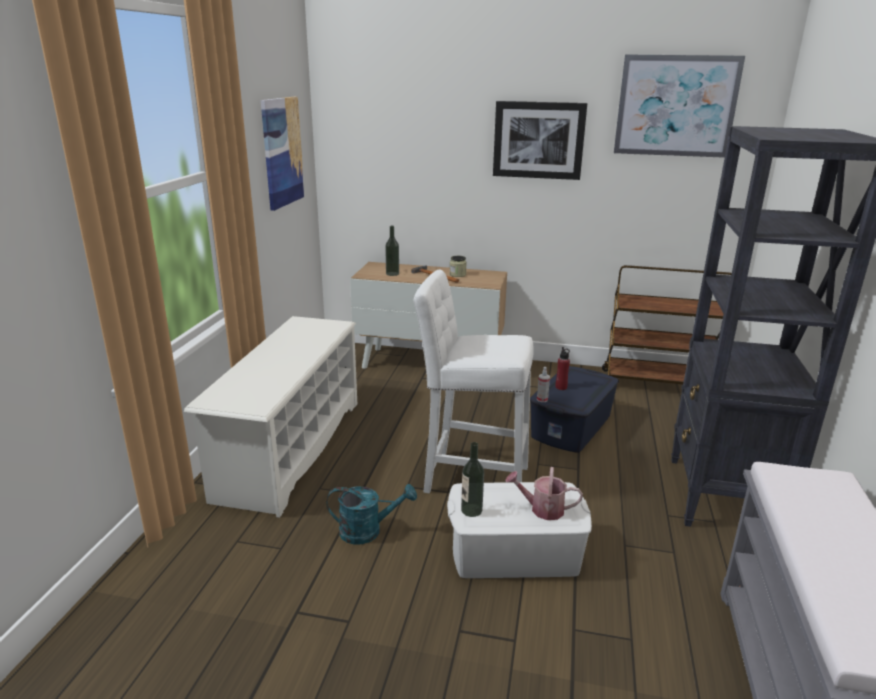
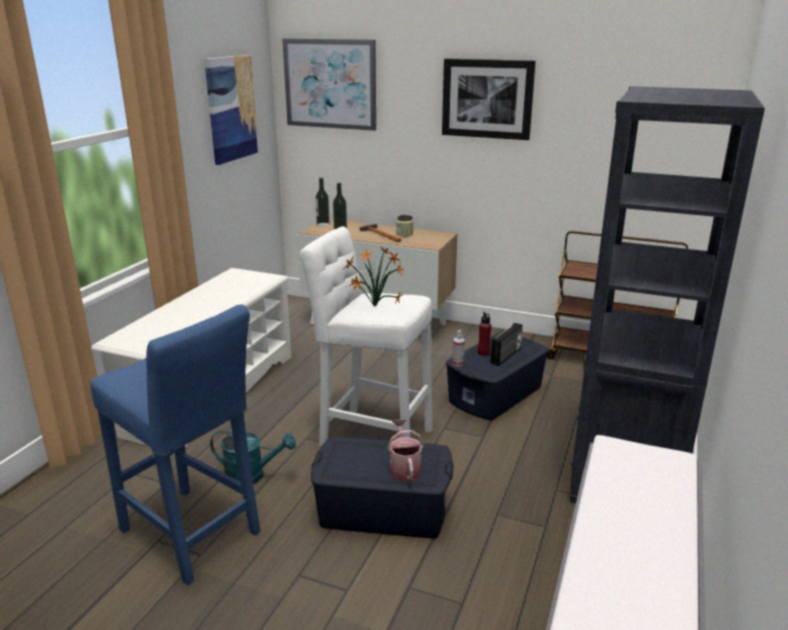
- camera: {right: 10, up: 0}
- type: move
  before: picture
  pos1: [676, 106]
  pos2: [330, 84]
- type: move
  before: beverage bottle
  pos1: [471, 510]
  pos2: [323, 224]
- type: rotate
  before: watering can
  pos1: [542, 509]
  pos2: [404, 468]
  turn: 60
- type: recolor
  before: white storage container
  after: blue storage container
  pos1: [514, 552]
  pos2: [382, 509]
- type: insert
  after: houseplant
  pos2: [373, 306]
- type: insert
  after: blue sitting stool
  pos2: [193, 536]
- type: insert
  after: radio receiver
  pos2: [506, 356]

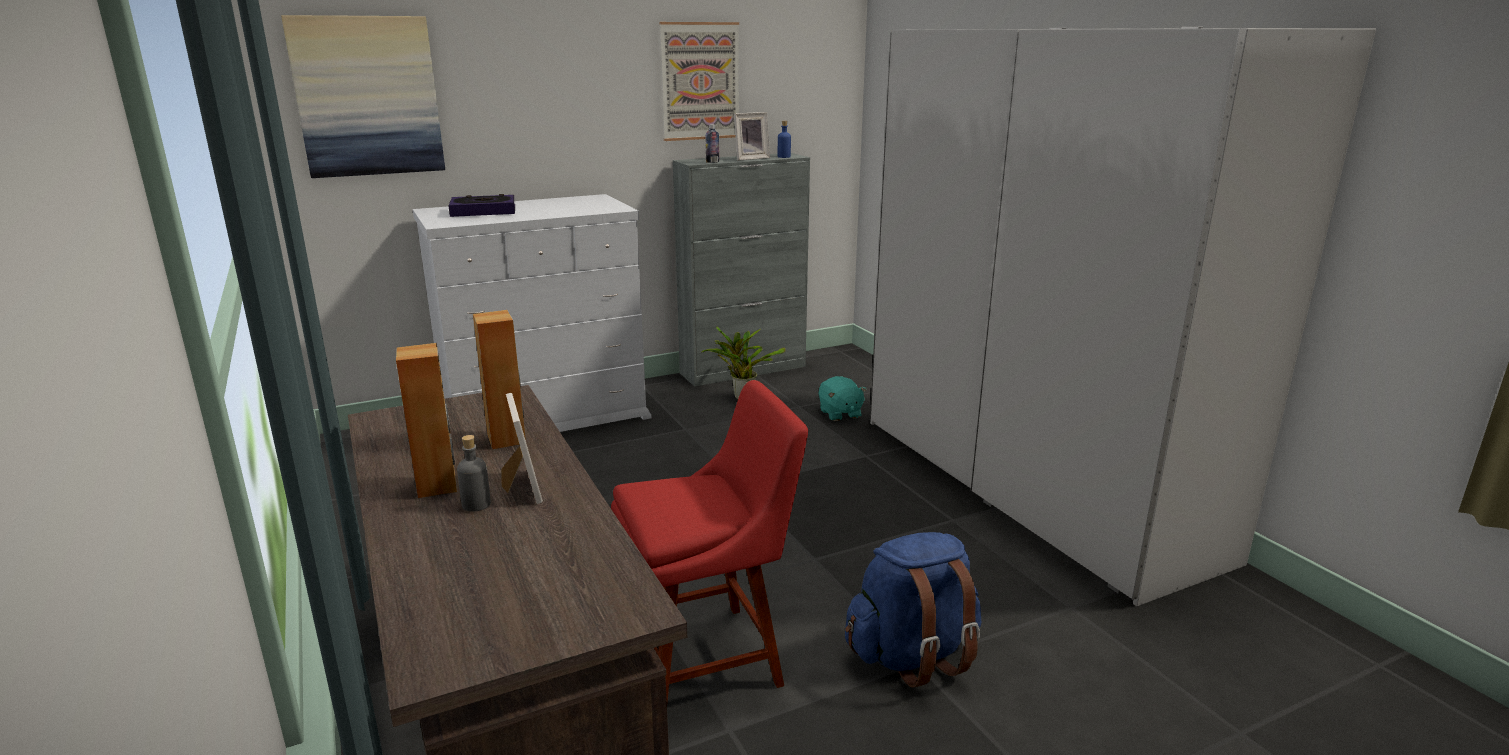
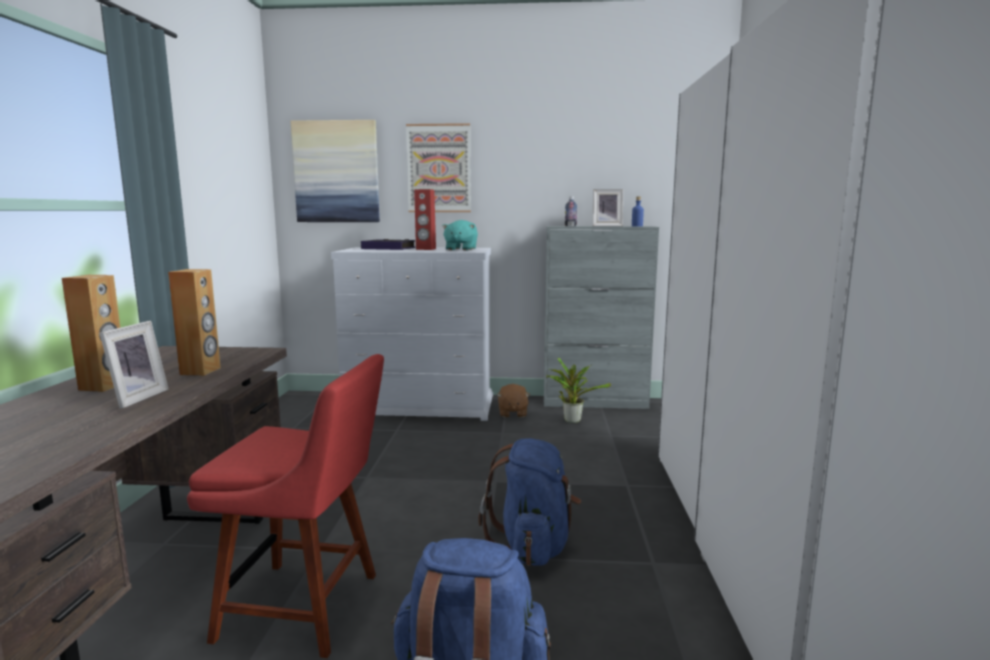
- camera: {right: 30, up: -10}
- type: move
  before: picture
  pos1: [700, 81]
  pos2: [439, 168]
- type: move
  before: turquoise-coloured plush toy
  pos1: [840, 413]
  pos2: [460, 249]
- type: delete
  before: gray beverage bottle
  pos1: [476, 504]
- type: insert
  after: red-coloured loudspeaker
  pos2: [426, 249]
- type: insert
  after: brown-coloured plush toy
  pos2: [512, 413]
- type: insert
  after: blue backpack
  pos2: [533, 545]

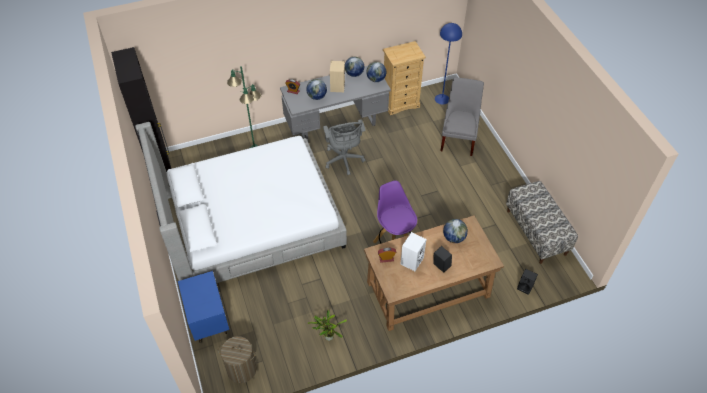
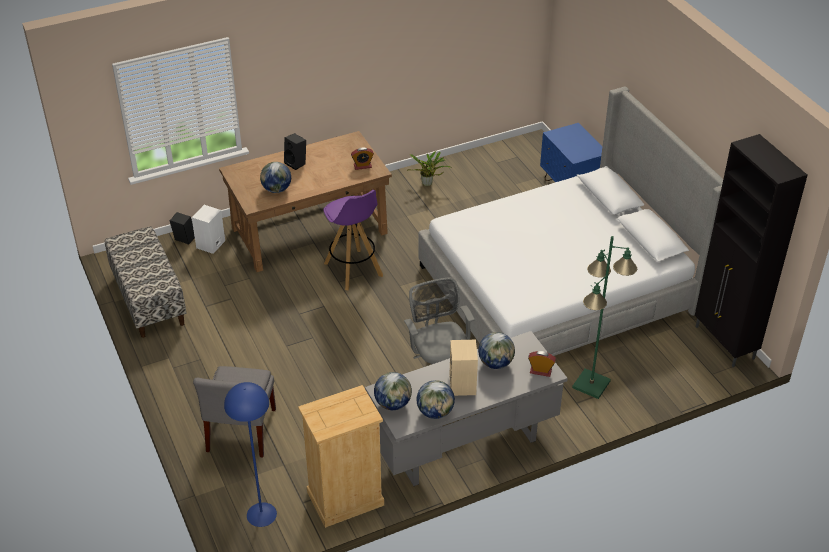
- camera: {right: 175, up: -10}
- type: move
  before: white loudspeaker
  pos1: [411, 260]
  pos2: [211, 245]
- type: delete
  before: hamper
  pos1: [241, 369]

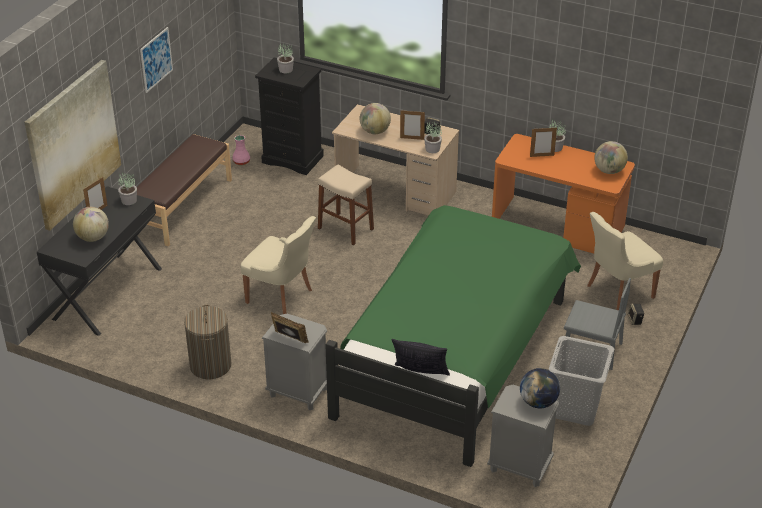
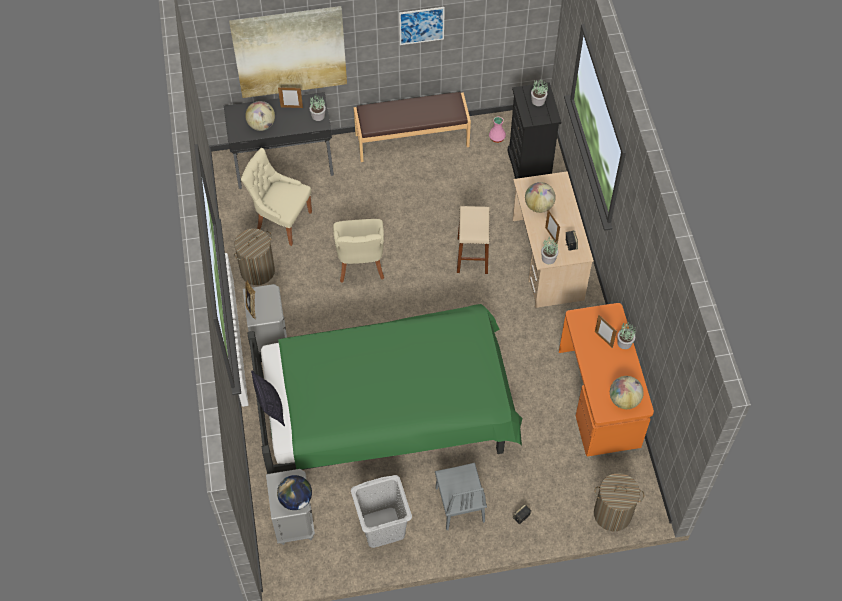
- camera: {right: 55, up: 20}
- type: move
  before: beige plain chair
  pos1: [618, 292]
  pos2: [282, 221]
- type: insert
  after: hamper
  pos2: [612, 513]

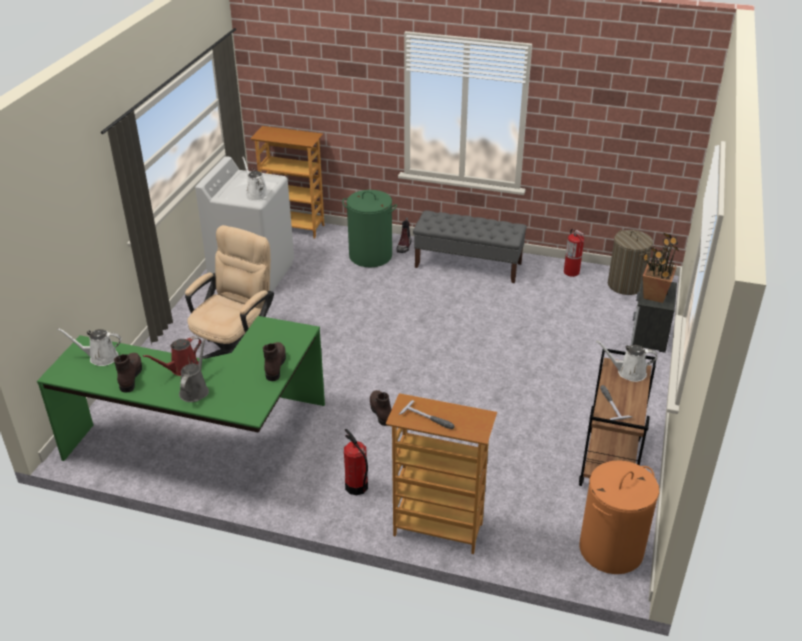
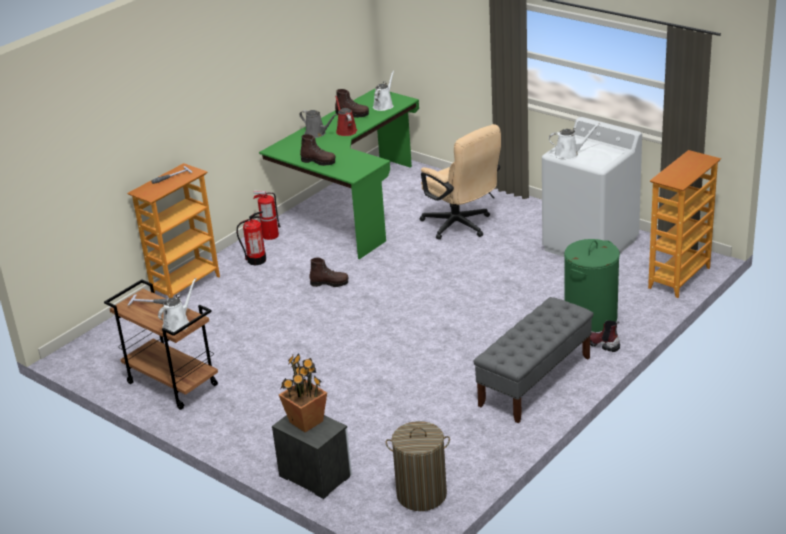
- camera: {right: 115, up: -5}
- type: move
  before: fire-fighting cylinder
  pos1: [571, 272]
  pos2: [270, 236]
- type: delete
  before: orangey hamper
  pos1: [611, 549]

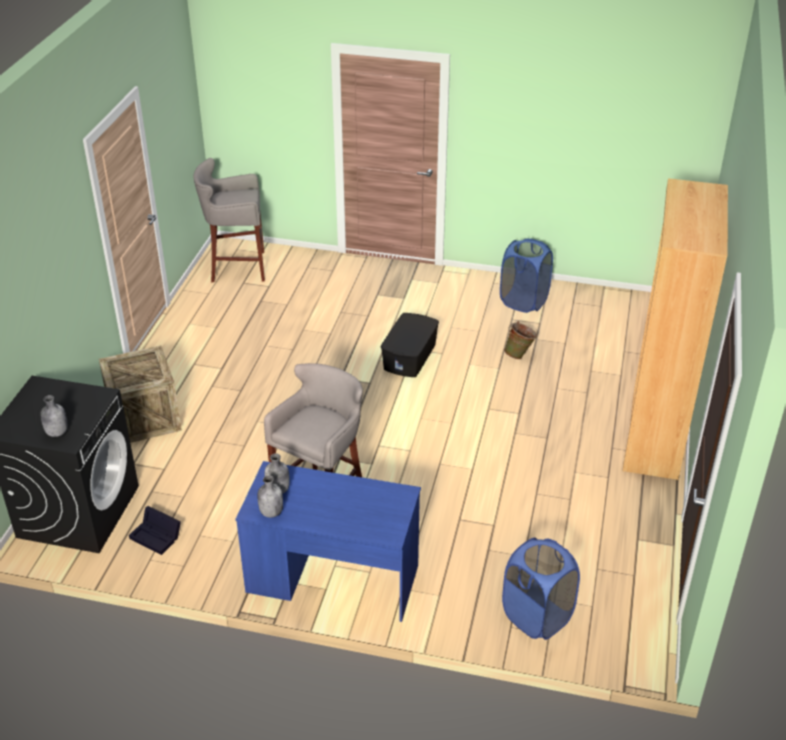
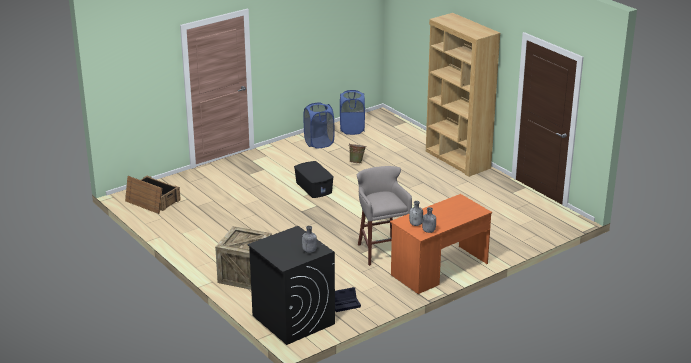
- camera: {right: -50, up: -10}
- type: replace
  before: gray sitting stool
  after: shipping crate
  pos1: [236, 267]
  pos2: [152, 201]
- type: recolor
  before: blue desk
  after: orangey desk
  pos1: [332, 579]
  pos2: [439, 269]
- type: move
  before: blue hamper
  pos1: [537, 616]
  pos2: [352, 129]

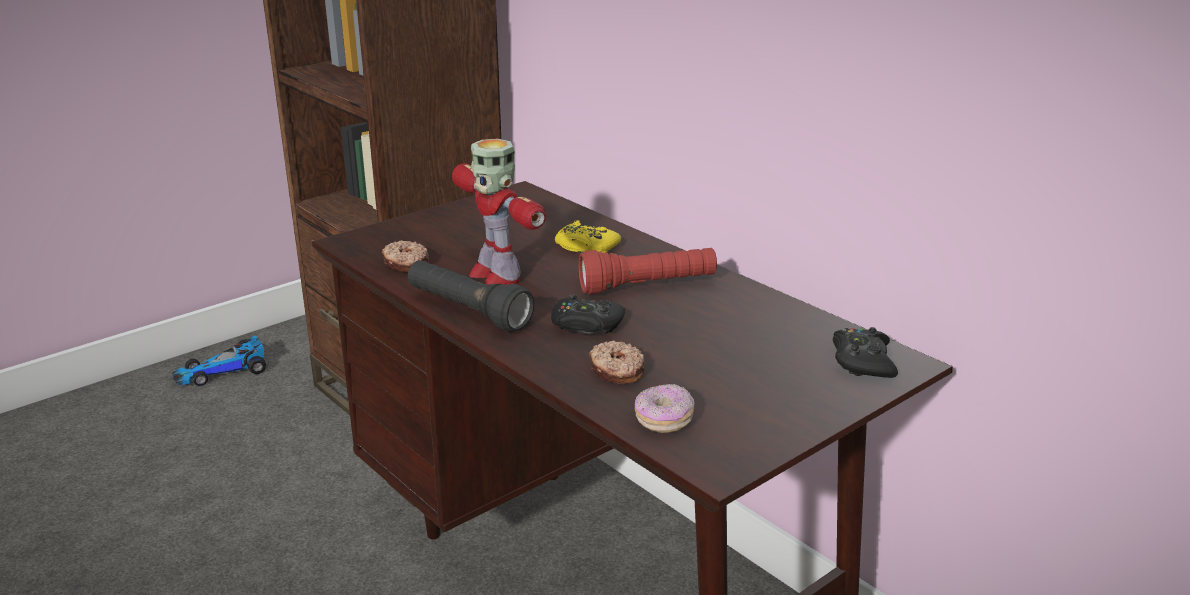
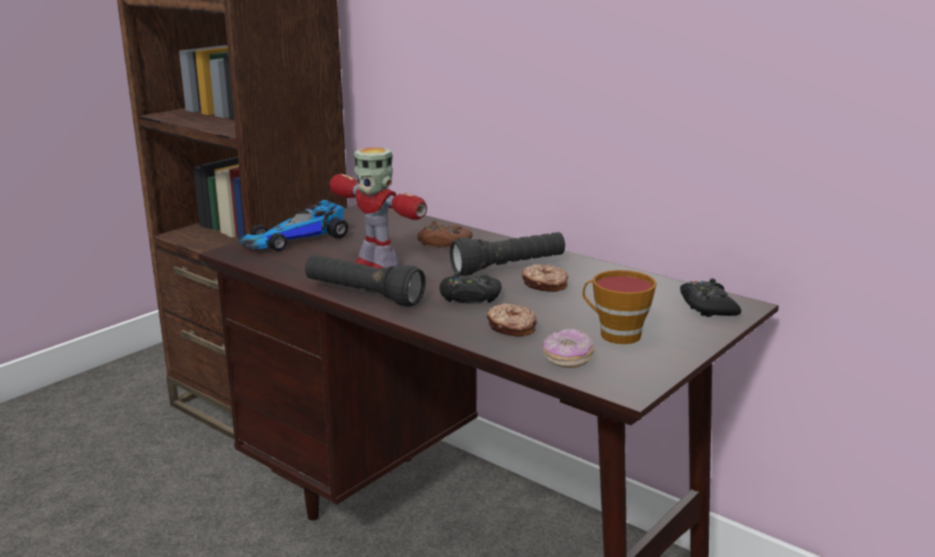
- camera: {right: -10, up: -5}
- type: recolor
  before: yellow joypad
  after: brown-coloured joypad
  pos1: [585, 247]
  pos2: [443, 243]
- type: move
  before: ring doughnut
  pos1: [405, 264]
  pos2: [544, 285]
- type: recolor
  before: red-coloured hand torch
  after: black hand torch
  pos1: [648, 286]
  pos2: [509, 267]
- type: move
  before: toy car
  pos1: [224, 371]
  pos2: [296, 239]
- type: insert
  after: drinking cup
  pos2: [615, 334]

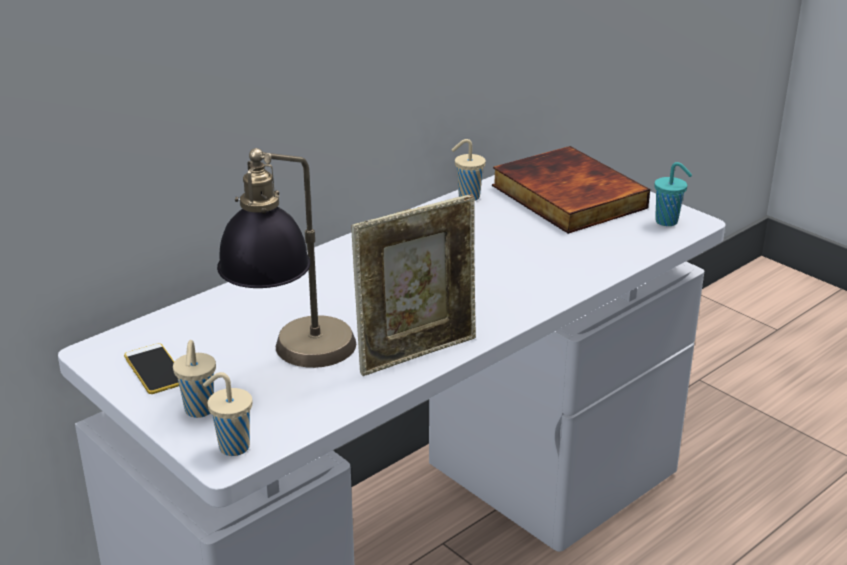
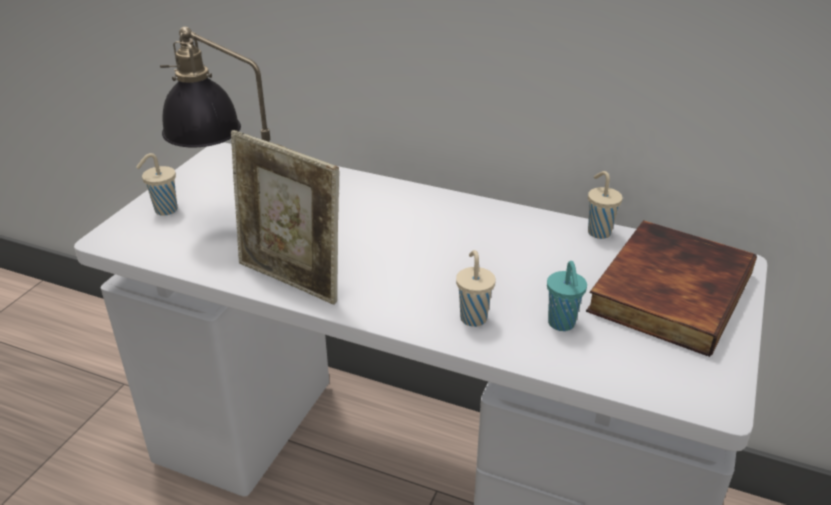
- camera: {right: 65, up: 5}
- type: move
  before: turquoise-coloured drinking cup
  pos1: [668, 222]
  pos2: [562, 324]
- type: delete
  before: phone
  pos1: [155, 369]
- type: move
  before: beige drinking cup
  pos1: [232, 447]
  pos2: [473, 317]

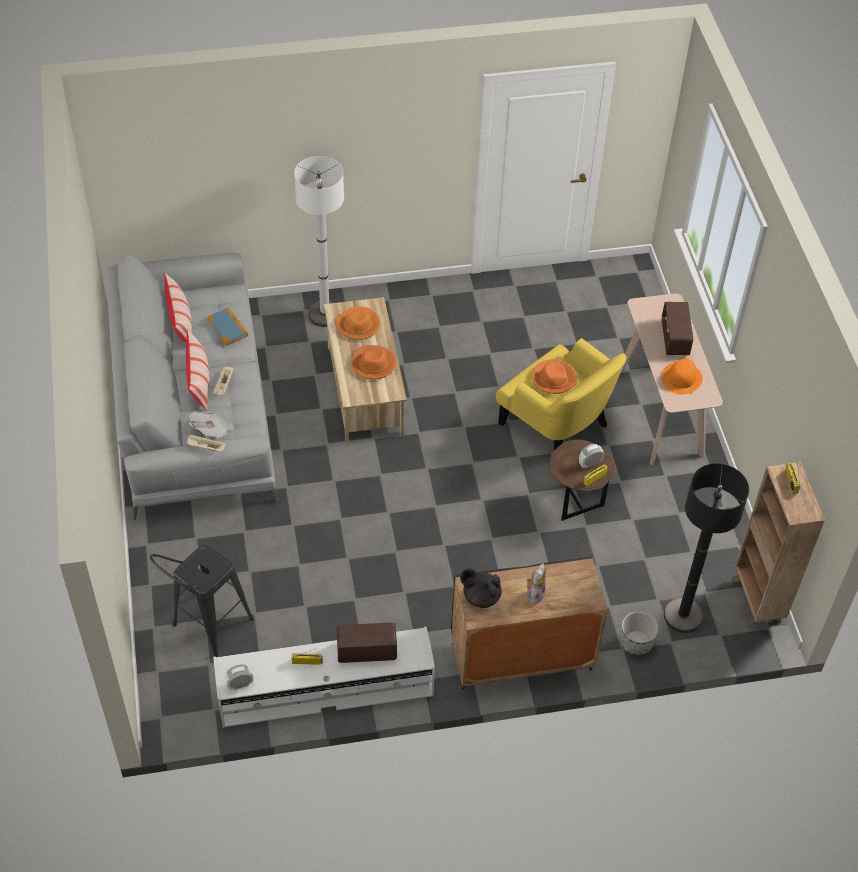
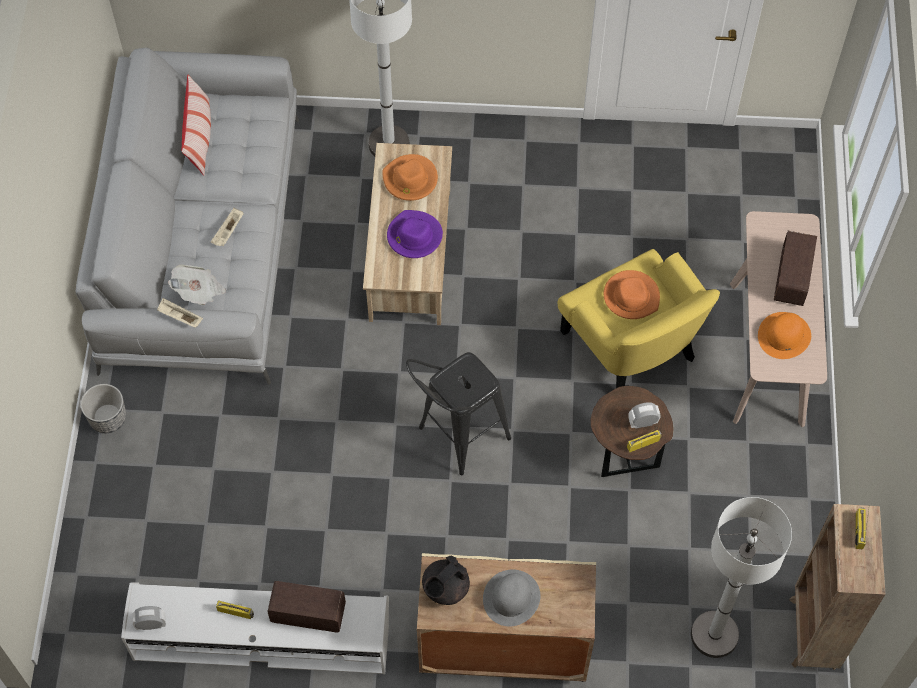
- camera: {right: 15, up: 10}
- type: delete
  before: bound book
  pos1: [227, 328]
- type: delete
  before: throw pillow
  pos1: [199, 381]
- type: recolor
  before: orangey hat
  after: purple hat
  pos1: [373, 364]
  pos2: [414, 236]
- type: recolor
  before: black standard lamp
  after: white standard lamp
  pos1: [682, 616]
  pos2: [714, 635]
- type: move
  before: black sitting stool
  pos1: [207, 628]
  pos2: [456, 438]
- type: recolor
  before: black cabinet
  after: beige cabinet
  pos1: [521, 657]
  pos2: [502, 646]
- type: replace
  before: plush toy
  after: gray hat
  pos1: [534, 593]
  pos2: [511, 598]
- type: rotate
  before: black teapot
  pos1: [480, 596]
  pos2: [445, 588]
  turn: -75
- type: move
  before: plant pot
  pos1: [635, 642]
  pos2: [107, 418]

